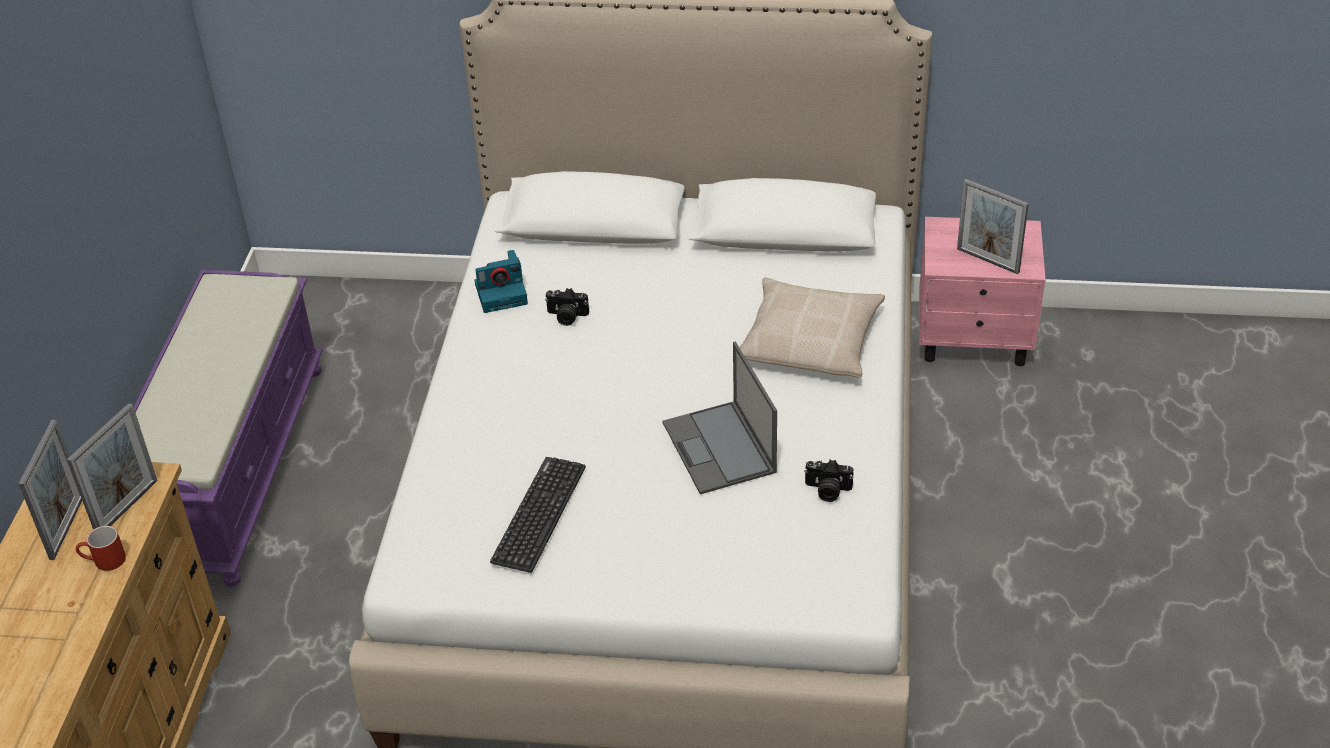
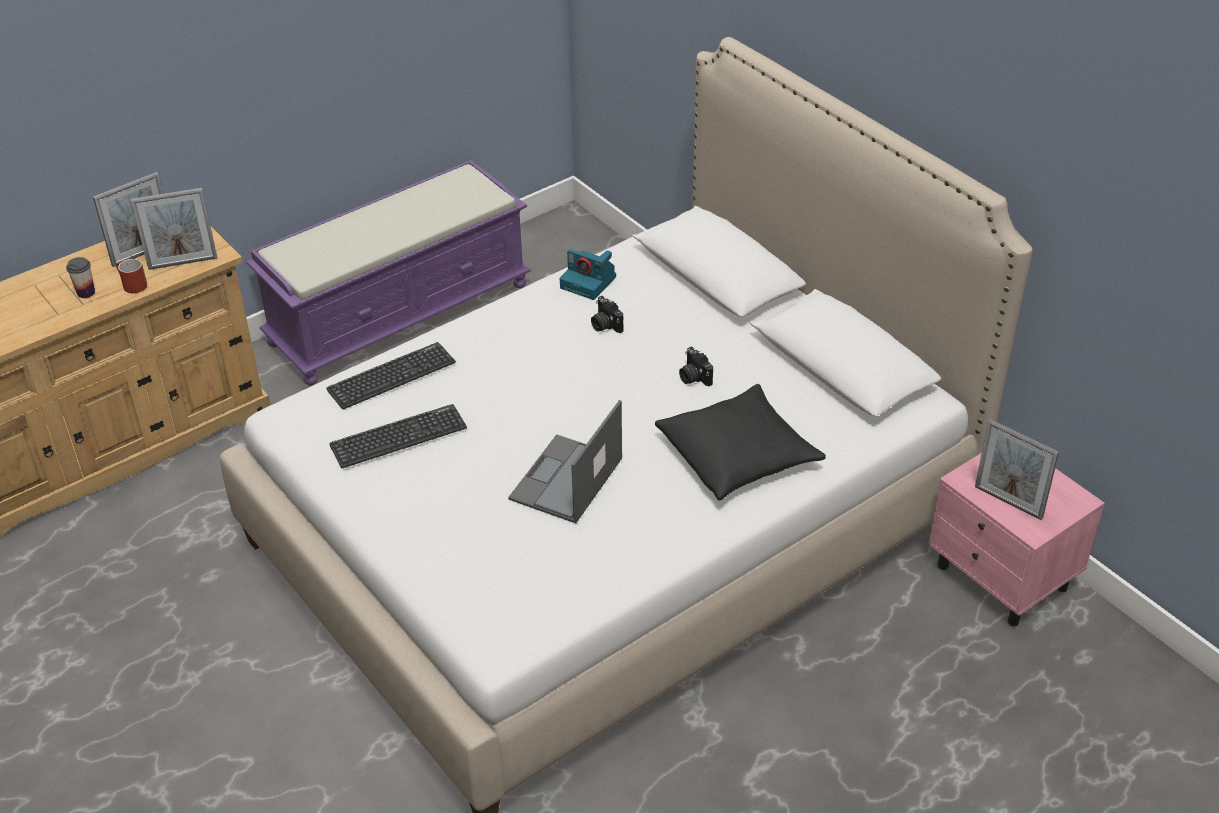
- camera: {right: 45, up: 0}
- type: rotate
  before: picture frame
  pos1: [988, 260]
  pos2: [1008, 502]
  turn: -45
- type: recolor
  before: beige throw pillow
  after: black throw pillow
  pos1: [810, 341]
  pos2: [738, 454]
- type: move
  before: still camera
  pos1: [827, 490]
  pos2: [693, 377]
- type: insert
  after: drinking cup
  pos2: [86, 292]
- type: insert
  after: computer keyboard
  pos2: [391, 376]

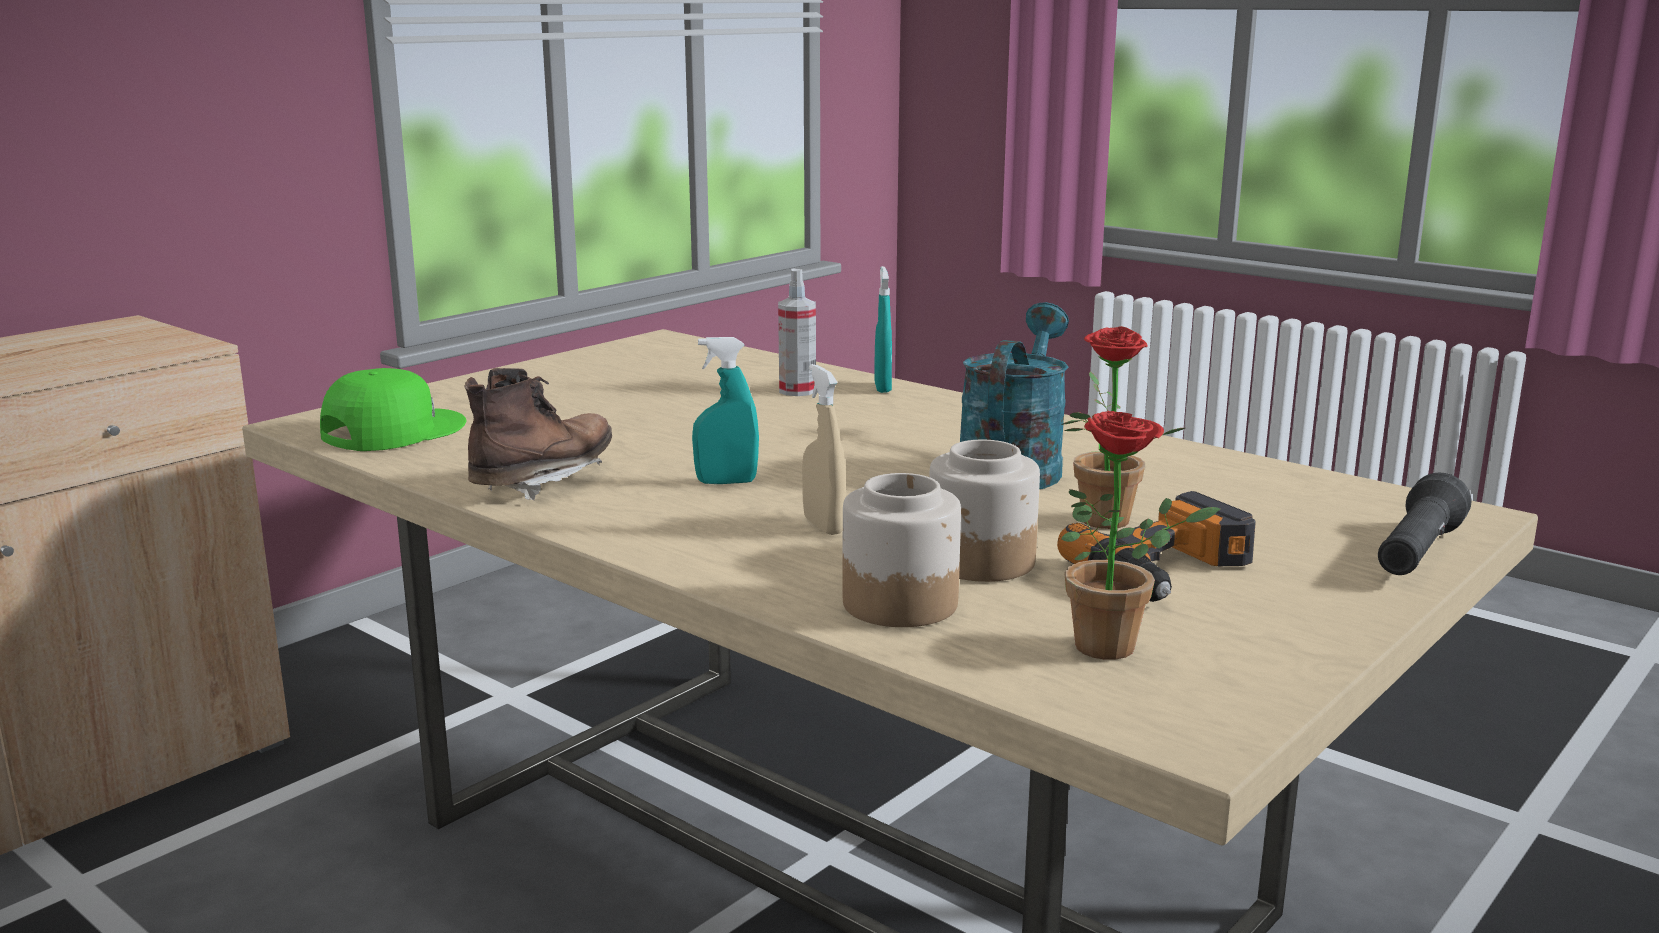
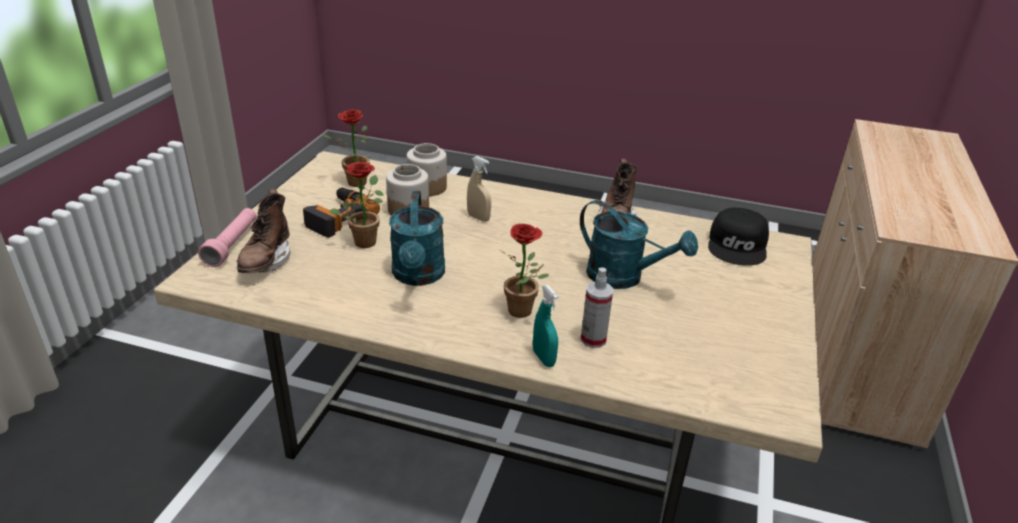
- camera: {right: 155, up: 15}
- type: delete
  before: turquoise-coloured spray bottle
  pos1: [726, 482]
- type: recolor
  before: green-coloured baseball cap
  after: black baseball cap
  pos1: [392, 431]
  pos2: [738, 245]
- type: recolor
  before: black hand torch
  after: pink hand torch
  pos1: [1416, 554]
  pos2: [232, 245]
- type: insert
  after: brown-coloured tall boot
  pos2: [266, 261]
- type: insert
  after: turquoise-coloured watering can
  pos2: [624, 277]
- type: insert
  after: houseplant
  pos2: [524, 312]

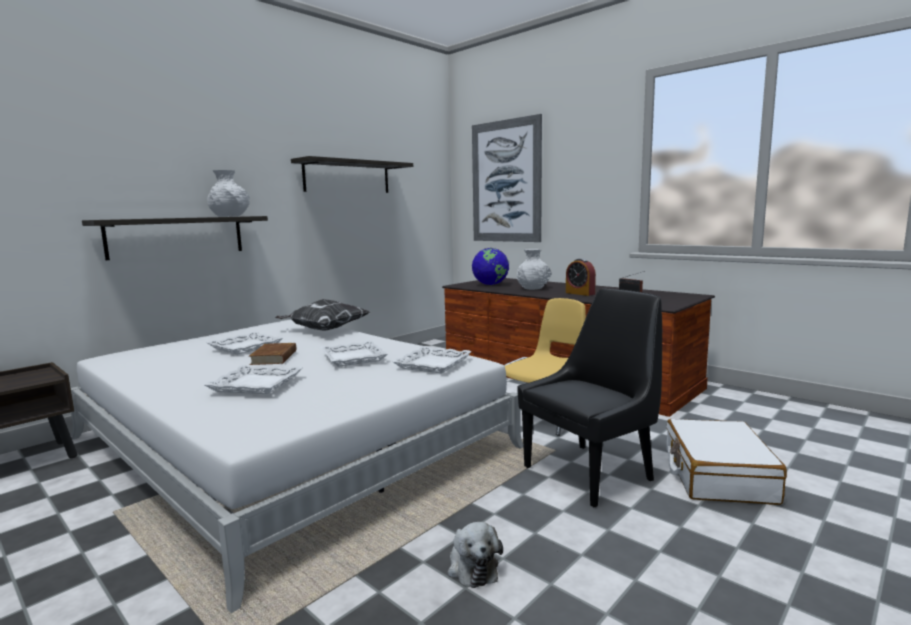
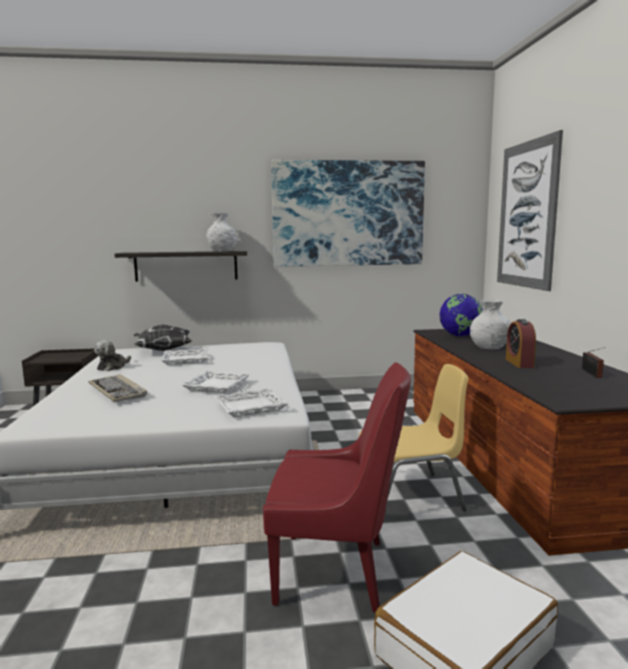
- camera: {right: 40, up: 0}
- type: replace
  before: bracket shelf
  after: picture
  pos1: [347, 177]
  pos2: [348, 214]
- type: recolor
  before: black plain chair
  after: red-coloured plain chair
  pos1: [591, 472]
  pos2: [336, 571]
- type: move
  before: throw pillow
  pos1: [324, 330]
  pos2: [163, 350]
- type: delete
  before: brown-coloured bound book
  pos1: [274, 357]
- type: replace
  before: white serving tray
  after: computer keyboard
  pos1: [256, 384]
  pos2: [118, 391]
- type: move
  before: plush toy
  pos1: [472, 566]
  pos2: [113, 367]

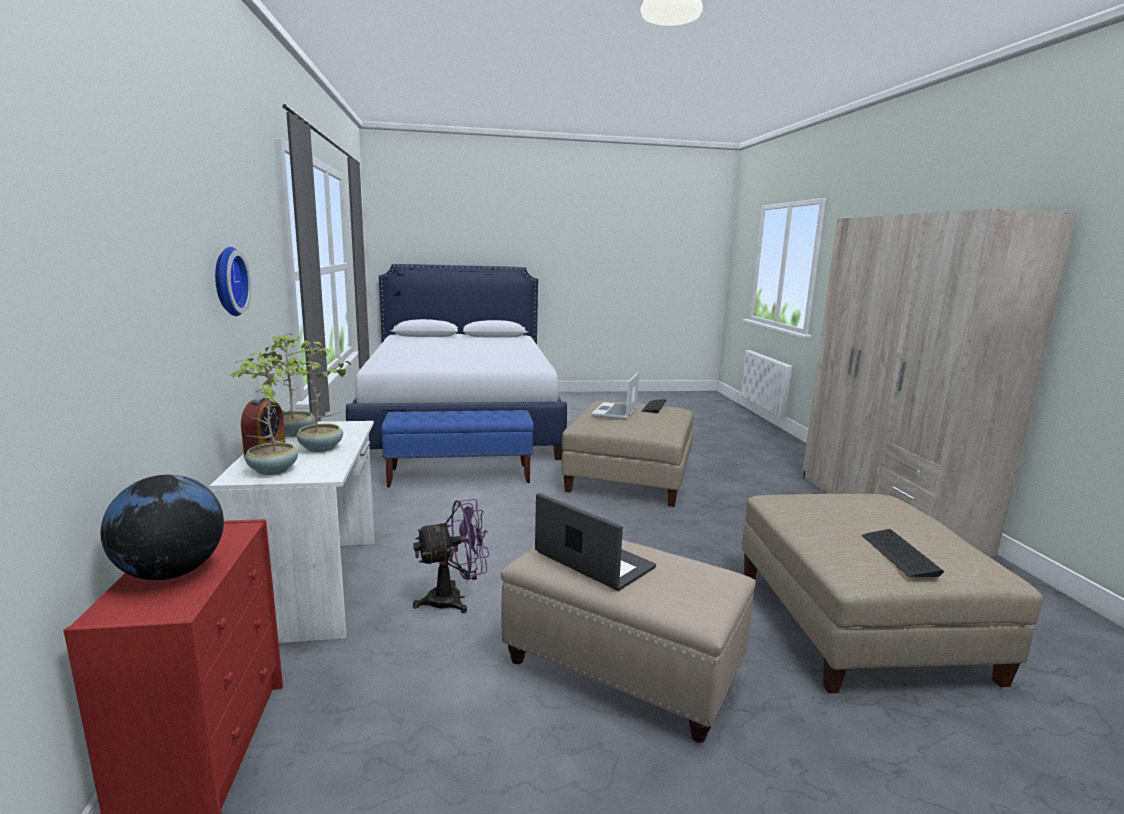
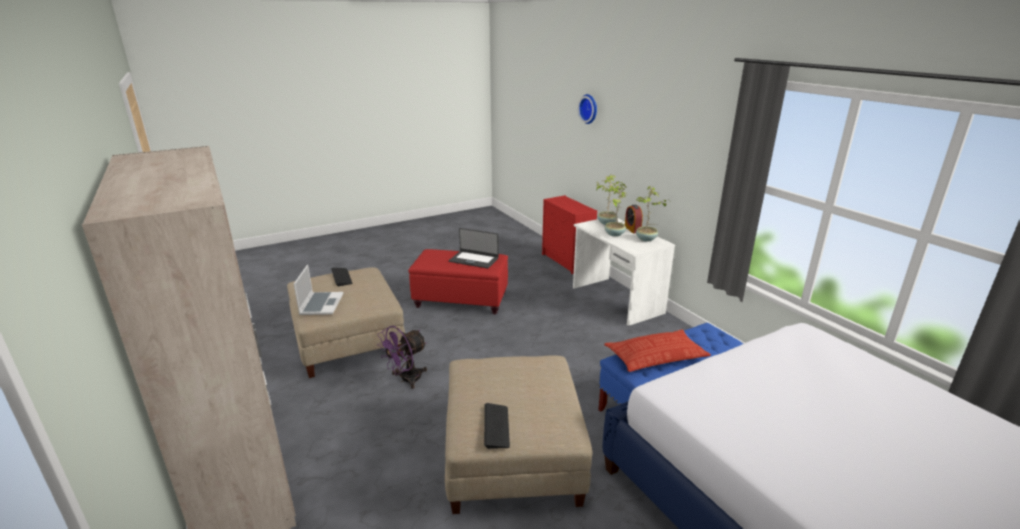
- camera: {right: 160, up: 10}
- type: move
  before: clock on the wall
  pos1: [226, 281]
  pos2: [589, 109]
- type: move
  before: laptop
  pos1: [615, 413]
  pos2: [321, 304]
- type: delete
  before: world globe
  pos1: [172, 572]
- type: move
  before: purple fan
  pos1: [454, 599]
  pos2: [406, 380]
- type: recolor
  before: beige ottoman
  after: red-coloured ottoman
  pos1: [620, 666]
  pos2: [461, 300]
- type: insert
  after: throw pillow
  pos2: [655, 356]

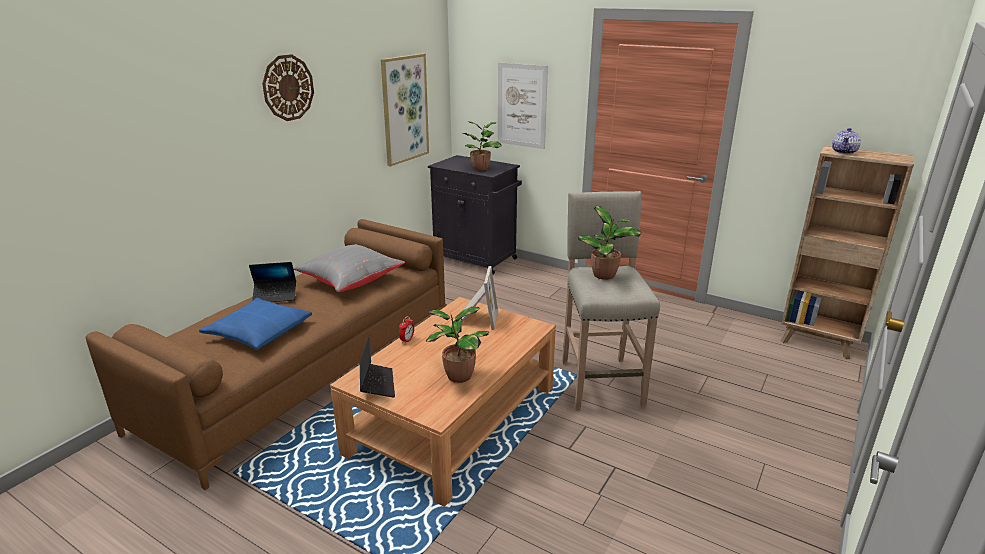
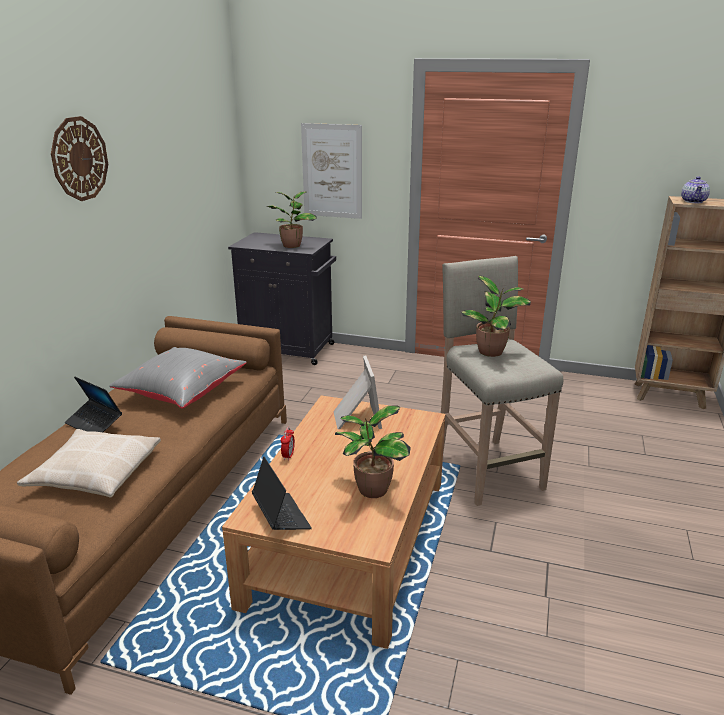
- camera: {right: -15, up: 0}
- type: delete
  before: picture
  pos1: [404, 109]
- type: rotate
  before: laptop
  pos1: [275, 296]
  pos2: [94, 423]
  turn: 60
- type: recolor
  before: blue throw pillow
  after: beige throw pillow
  pos1: [259, 332]
  pos2: [95, 473]

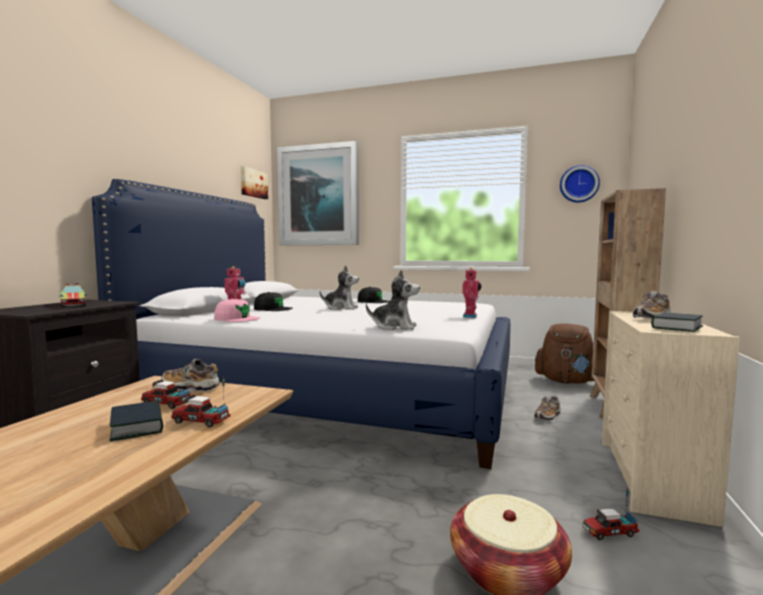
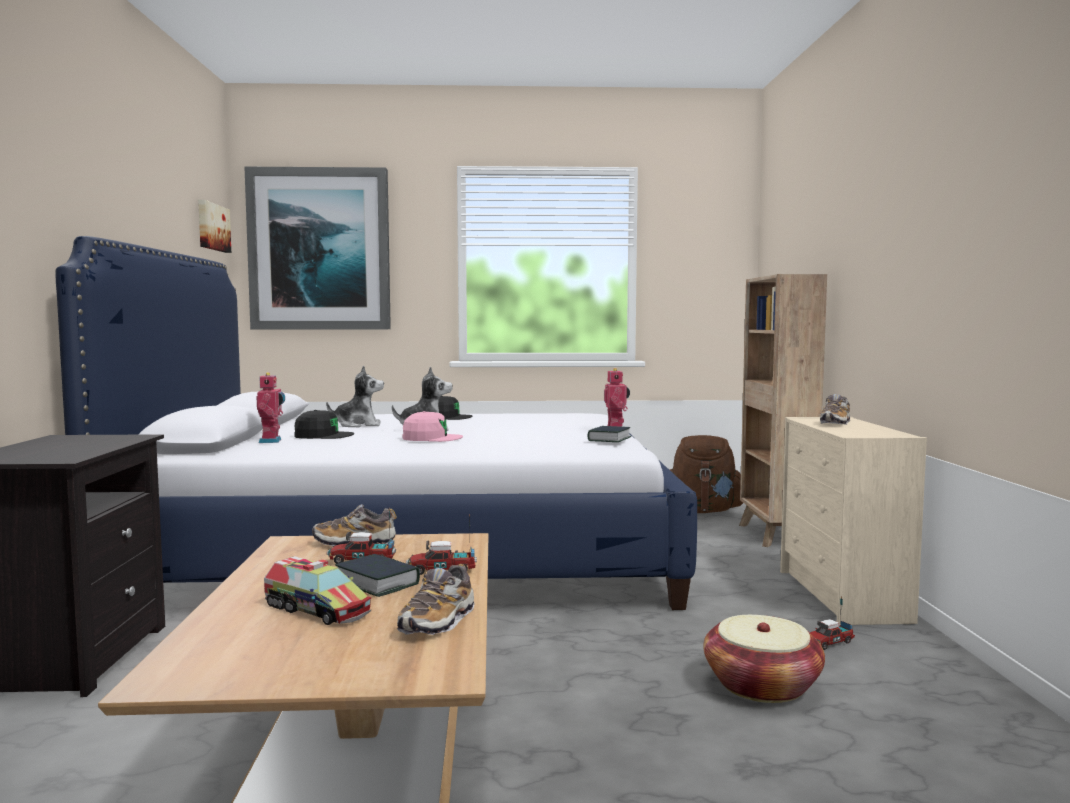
- camera: {right: -20, up: 0}
- type: delete
  before: clock on the wall
  pos1: [579, 184]
- type: move
  before: plush toy
  pos1: [394, 327]
  pos2: [358, 425]
- type: move
  before: model truck
  pos1: [73, 304]
  pos2: [317, 610]
- type: move
  before: pink baseball cap
  pos1: [237, 319]
  pos2: [431, 438]
- type: move
  before: bound book
  pos1: [676, 327]
  pos2: [609, 439]
- type: move
  before: low shoe
  pos1: [547, 416]
  pos2: [438, 622]

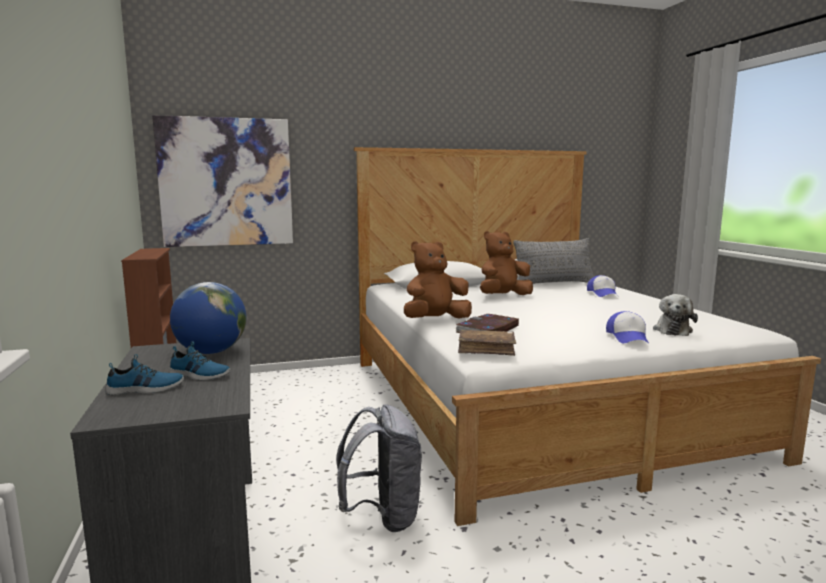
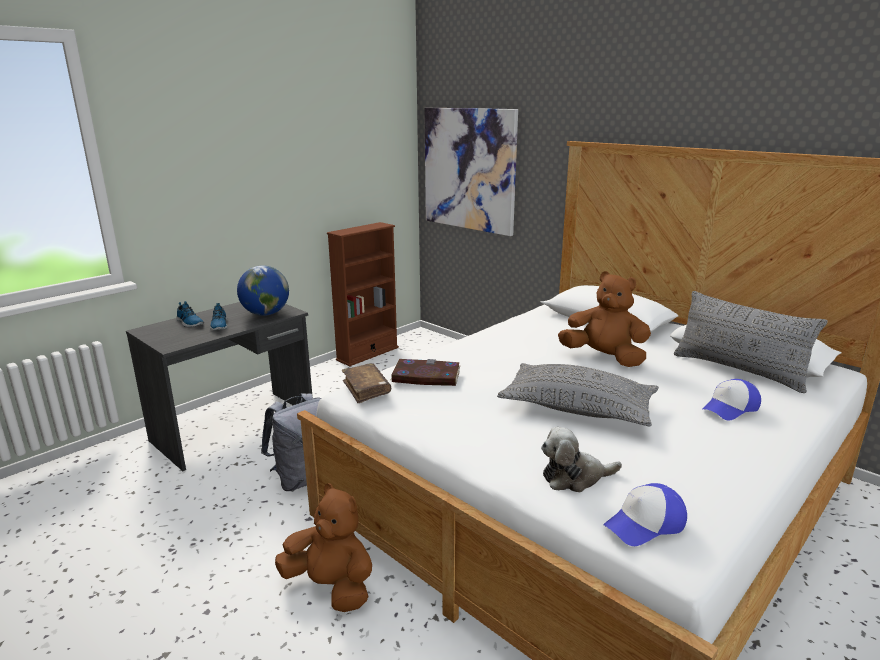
- camera: {right: 60, up: 10}
- type: move
  before: brown-coloured plush toy
  pos1: [435, 320]
  pos2: [331, 586]
- type: move
  before: baseball cap
  pos1: [628, 337]
  pos2: [645, 524]
- type: insert
  after: gray throw pillow
  pos2: [577, 409]

